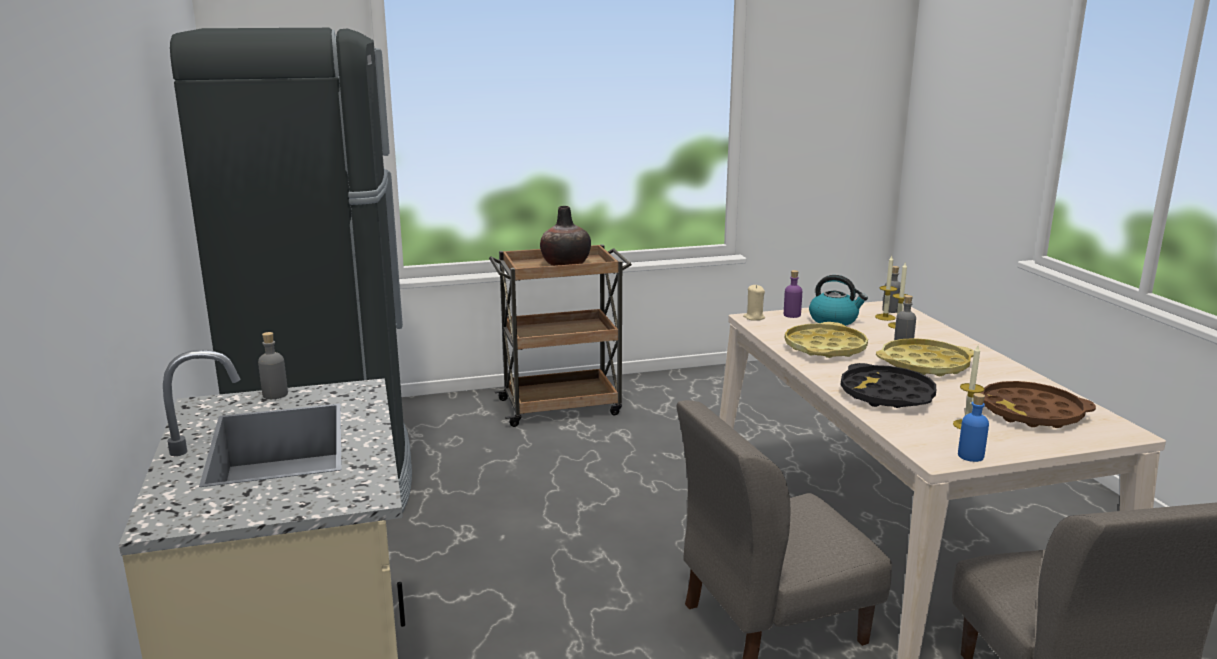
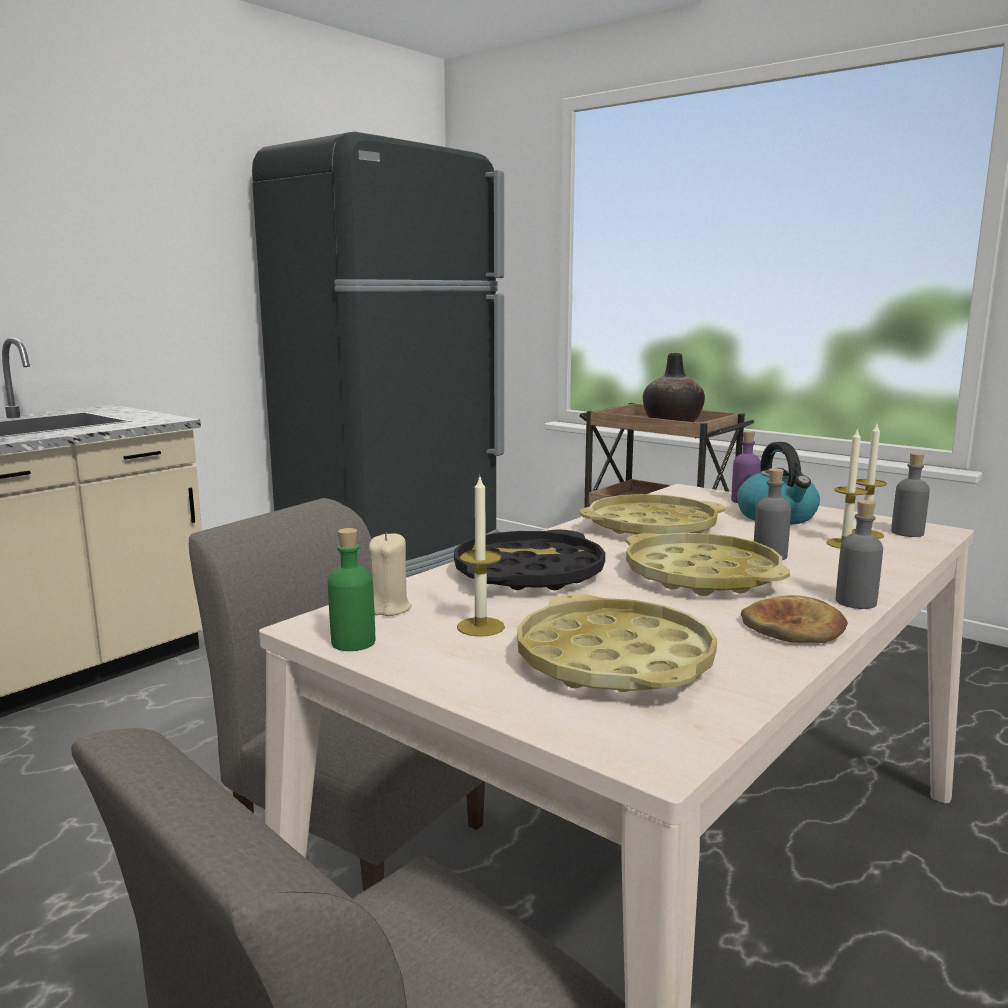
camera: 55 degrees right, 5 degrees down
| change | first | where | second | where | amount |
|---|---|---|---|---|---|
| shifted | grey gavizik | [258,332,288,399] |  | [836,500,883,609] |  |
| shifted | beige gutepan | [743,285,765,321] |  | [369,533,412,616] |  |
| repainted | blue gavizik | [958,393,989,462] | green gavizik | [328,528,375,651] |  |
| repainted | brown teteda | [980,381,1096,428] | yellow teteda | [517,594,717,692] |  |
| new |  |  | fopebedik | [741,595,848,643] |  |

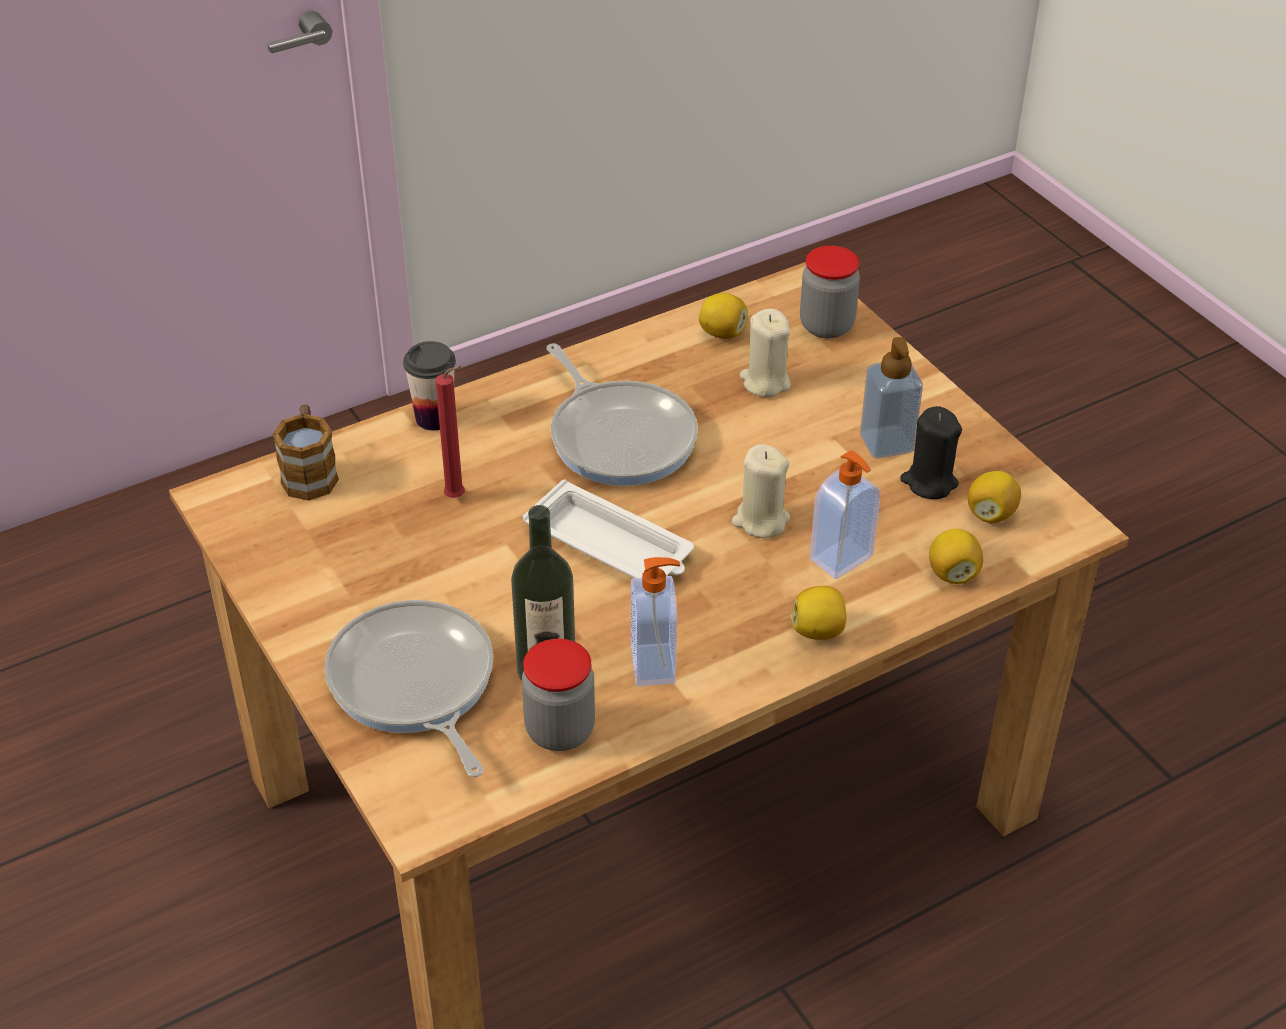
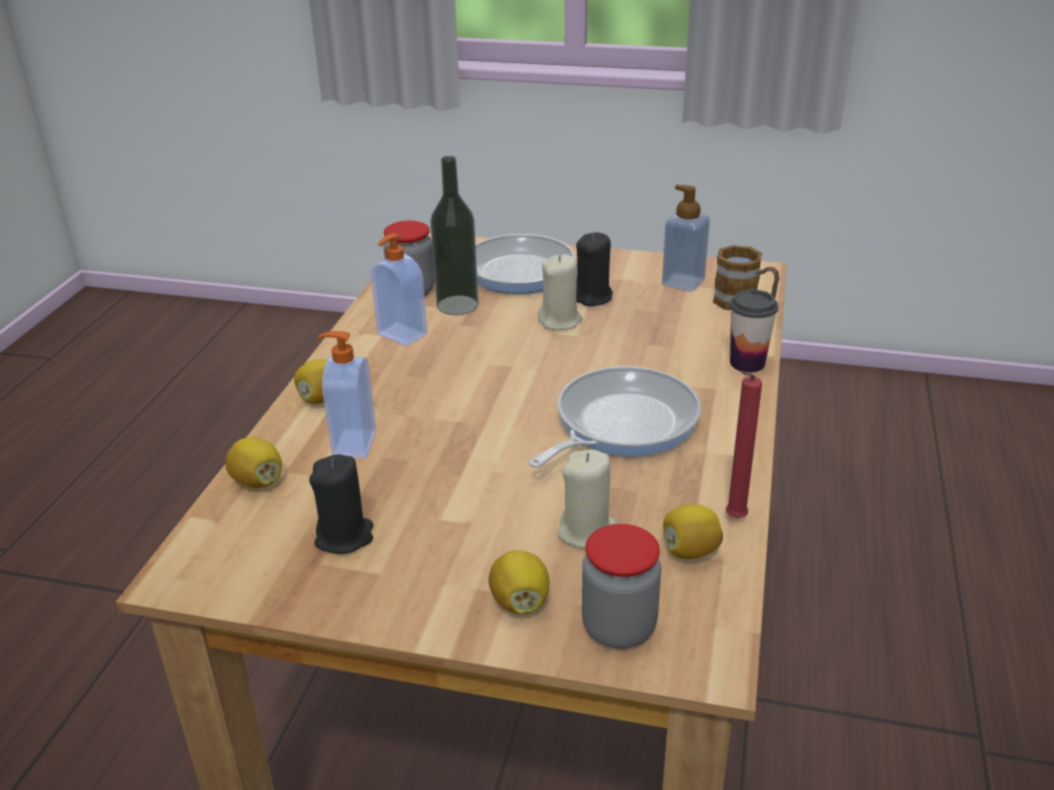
camera: 135 degrees right, 10 degrees down
| change | first | where | second | where | amount |
|---|---|---|---|---|---|
| shifted | red gutepan | [436,366,465,498] |  | [726,371,762,518] |  |
| gone | white teteda | [523,480,694,578] |  |  |  |
| rotated | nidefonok | [547,343,698,486] |  | [529,366,701,468] | 120 degrees clockwise |
| shifted | beige gutepan | [732,444,790,538] |  | [538,255,583,330] |  |
| shifted | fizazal | [860,337,923,459] |  | [662,185,710,291] |  |
| shifted | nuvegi | [968,471,1021,523] |  | [488,550,549,614] |  |
| new |  |  | black gutepan | [576,232,613,306] |  |

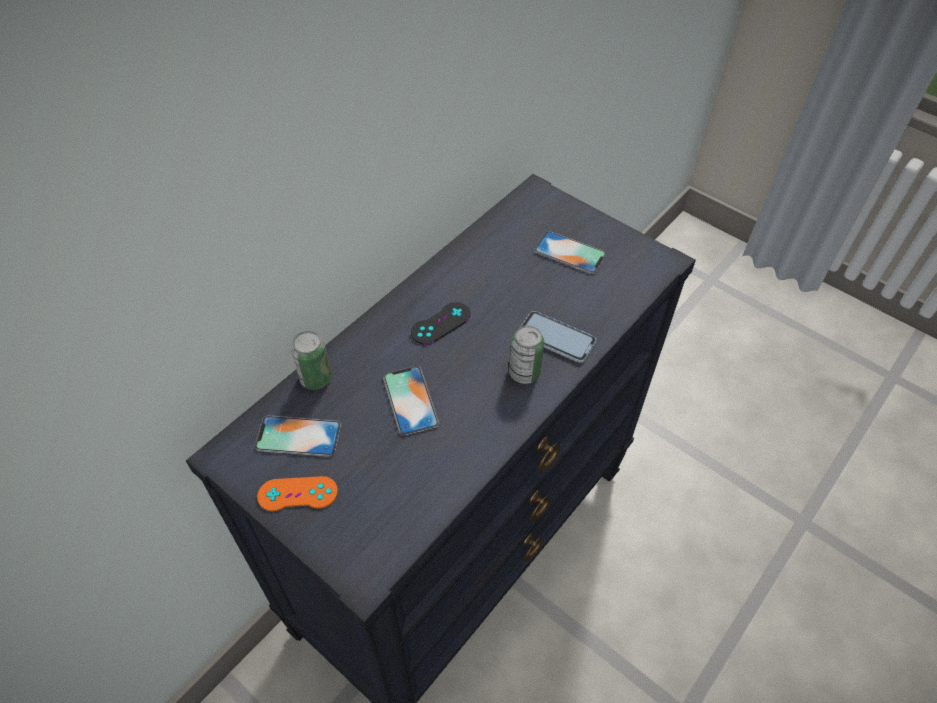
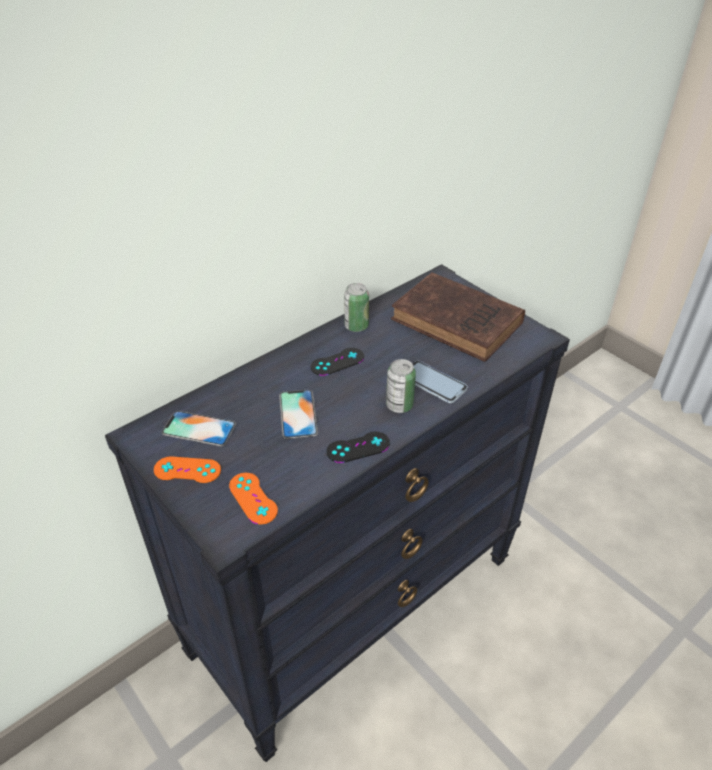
camera: 10 degrees right, 10 degrees down
| change | first | where | second | where | amount |
|---|---|---|---|---|---|
| shifted | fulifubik | [291,331,331,390] |  | [344,283,369,332] |  |
| swapped | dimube | [534,231,607,274] | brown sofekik | [391,272,525,362] |  |
| new |  |  | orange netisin | [229,473,278,525] |  |
| new |  |  | black netisin | [327,432,390,463] |  |

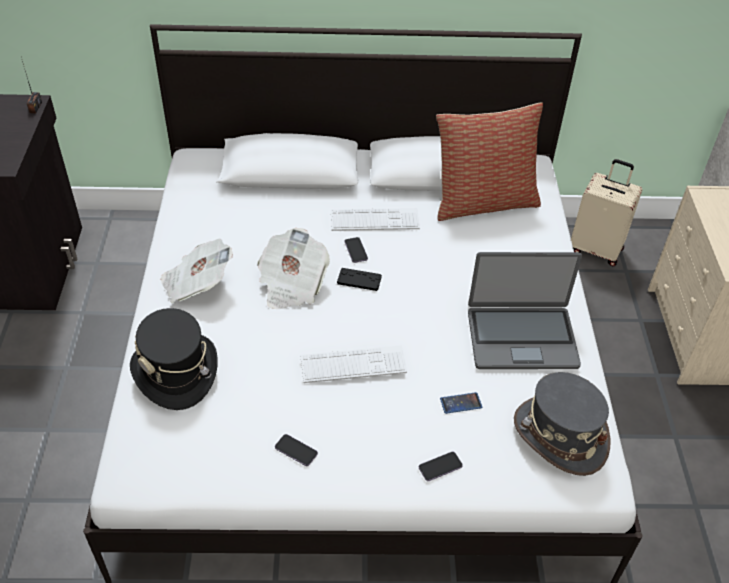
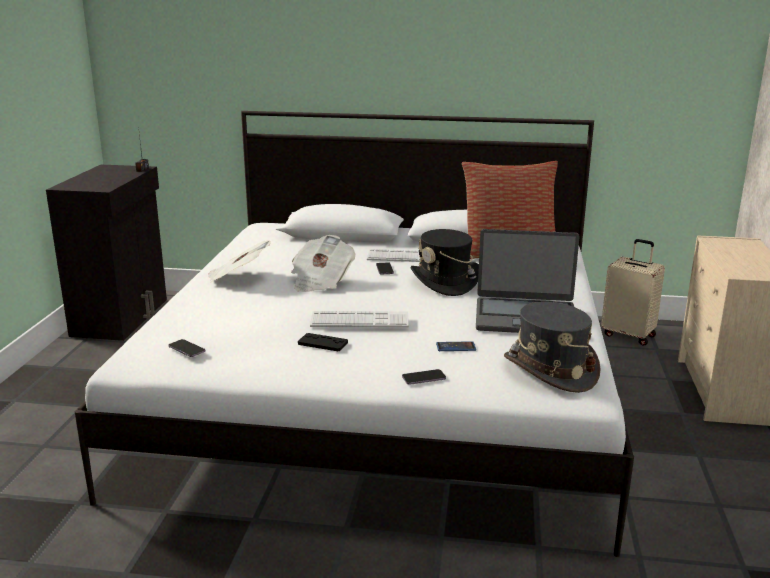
camera: 10 degrees right, 25 degrees down
| change | first | where | second | where | amount |
|---|---|---|---|---|---|
| shifted | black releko | [130,308,218,410] |  | [410,229,479,296] |  |
| shifted | dimube | [275,434,318,466] |  | [169,339,205,357] |  |
| shifted | black netisin | [337,268,382,291] |  | [298,333,348,351] |  |

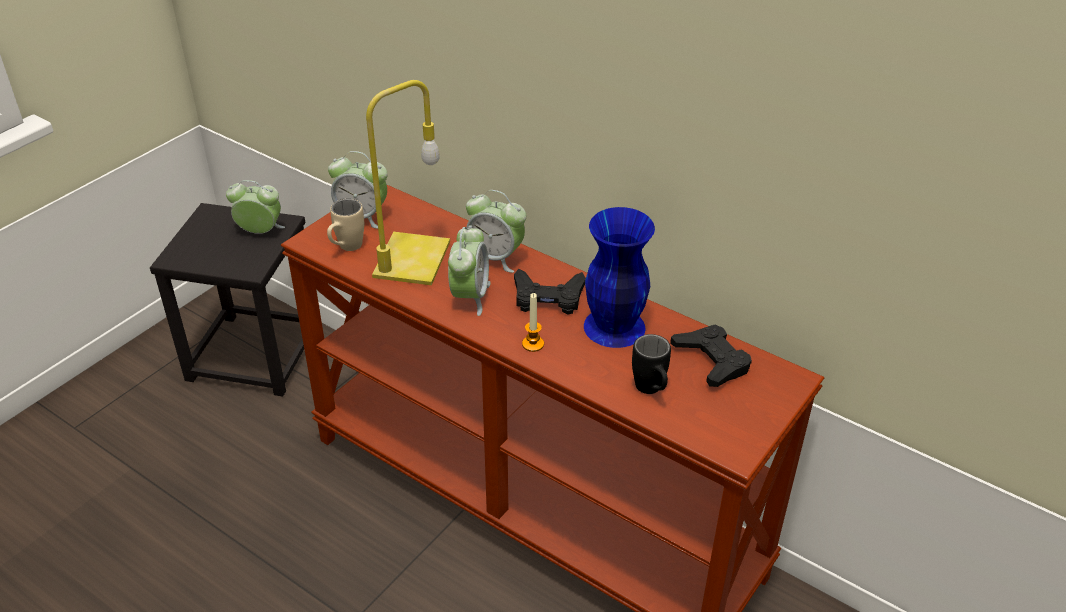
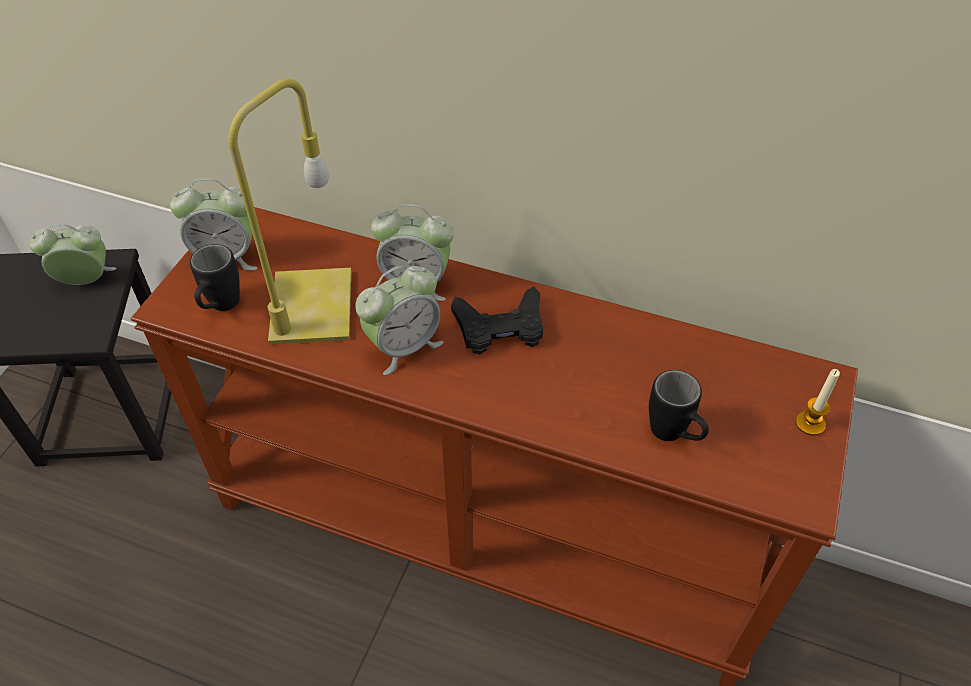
camera: 15 degrees left, 10 degrees up
| change | first | where | second | where | amount |
|---|---|---|---|---|---|
| repainted | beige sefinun | [327,199,364,251] | black sefinun | [190,244,240,311] |  |
| rotated | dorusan | [448,225,491,316] |  | [355,266,443,375] | 60 degrees clockwise |
| shifted | gutepan | [522,293,544,352] |  | [796,369,840,436] |  |
| gone | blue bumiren | [584,207,655,348] |  |  |  |
| gone | black netisin | [670,325,752,387] |  |  |  |

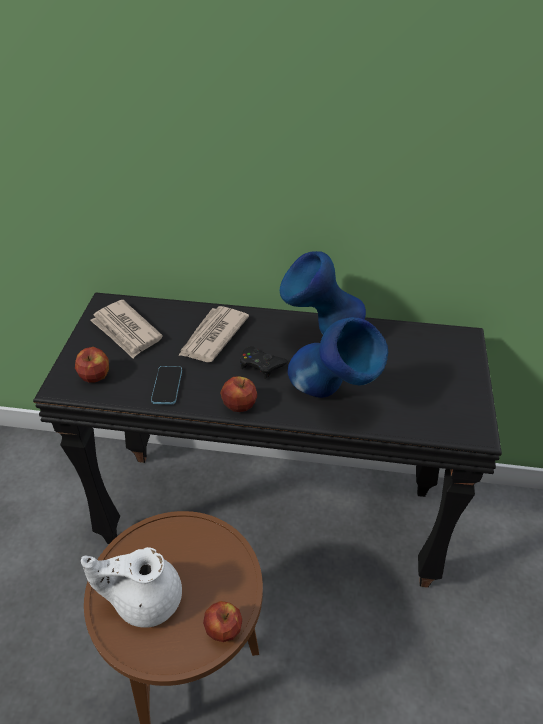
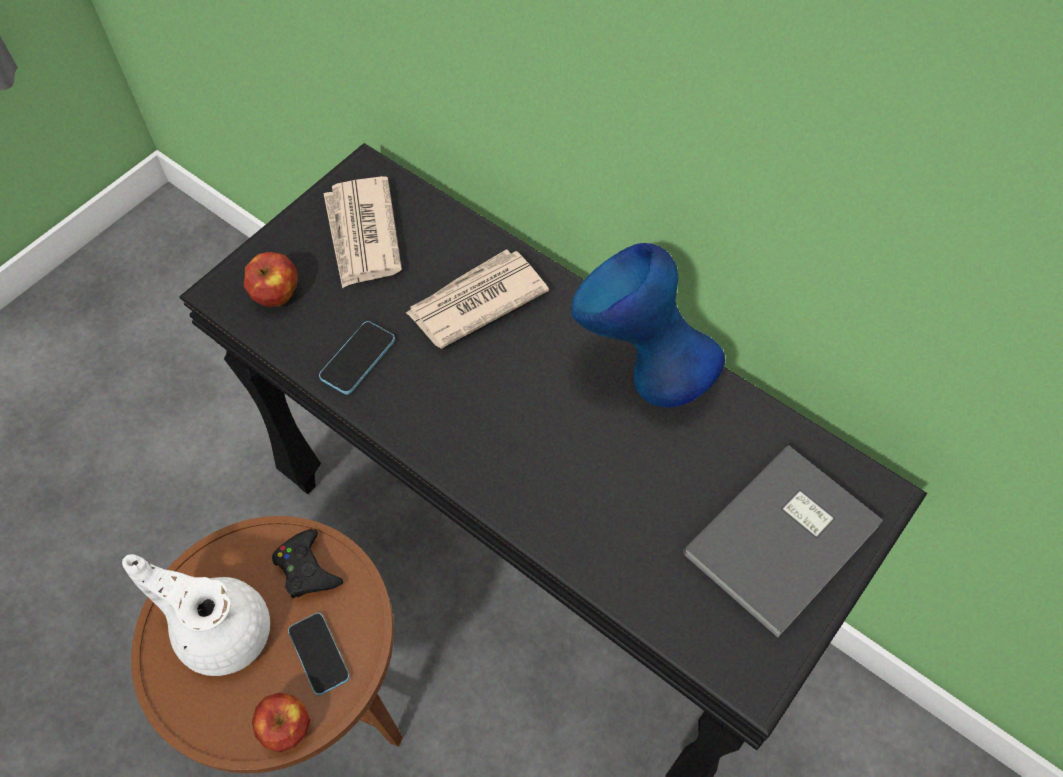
camera: 30 degrees right, 15 degrees up
| change | first | where | second | where | amount |
|---|---|---|---|---|---|
| gone | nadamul | [220,376,257,412] |  |  |  |
| shifted | black netisin | [240,346,288,379] |  | [272,529,343,598] |  |
| gone | blue bumiren | [288,317,388,398] |  |  |  |
| new |  |  | dimube | [288,613,350,695] |  |
| new |  |  | grey sofekik | [682,445,883,638] |  |

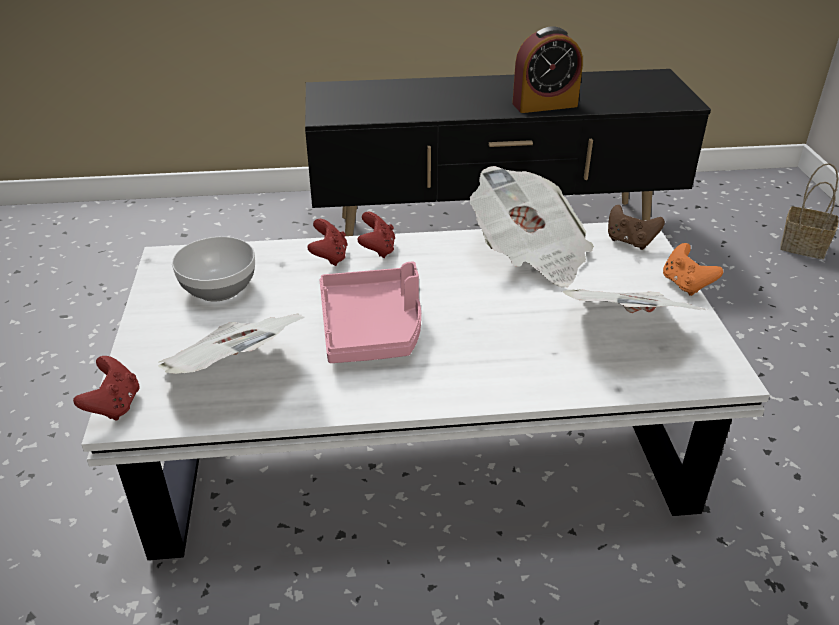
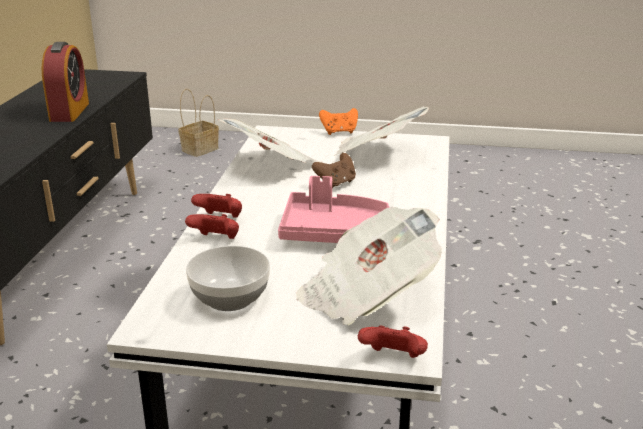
camera: 75 degrees left, 10 degrees down
| change | first | where | second | where | amount |
|---|---|---|---|---|---|
| shifted | brown netisin | [608,205,665,250] |  | [312,153,356,188] |  |

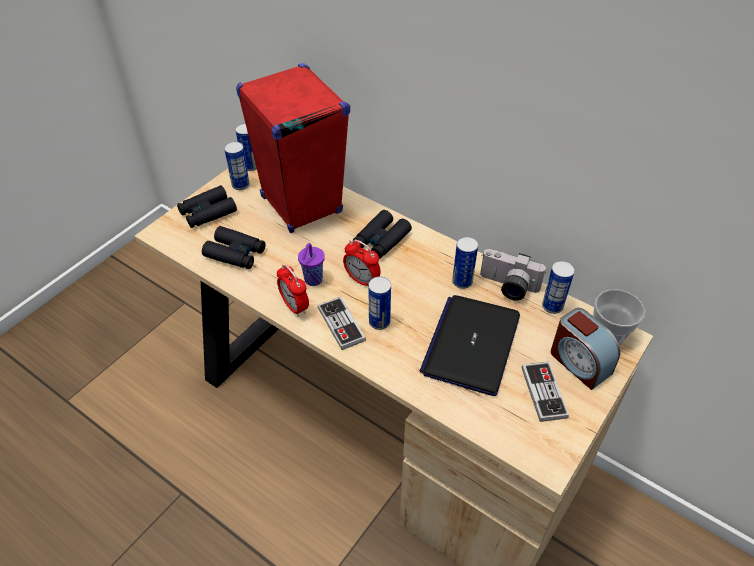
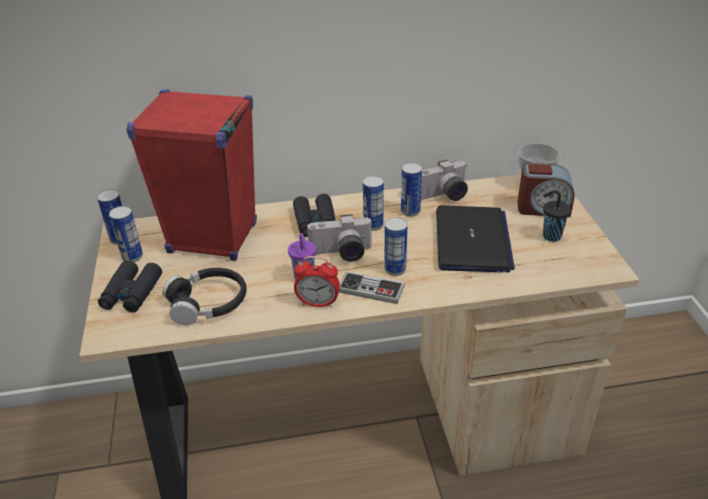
camera: 45 degrees left, 10 degrees down
| change | first | where | second | where | amount |
|---|---|---|---|---|---|
| swapped | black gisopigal | [202,226,266,269] | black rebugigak | [163,268,247,325] |  |
| swapped | dorusan | [343,239,381,286] | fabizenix | [307,215,373,262] |  |
| rotated | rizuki | [420,295,520,396] |  | [436,205,515,273] | 150 degrees counterclockwise |
| swapped | netisin | [522,362,569,422] | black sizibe | [543,190,571,242] |  |
| shifted | fulifubik | [542,261,575,314] |  | [363,176,384,231] |  |

